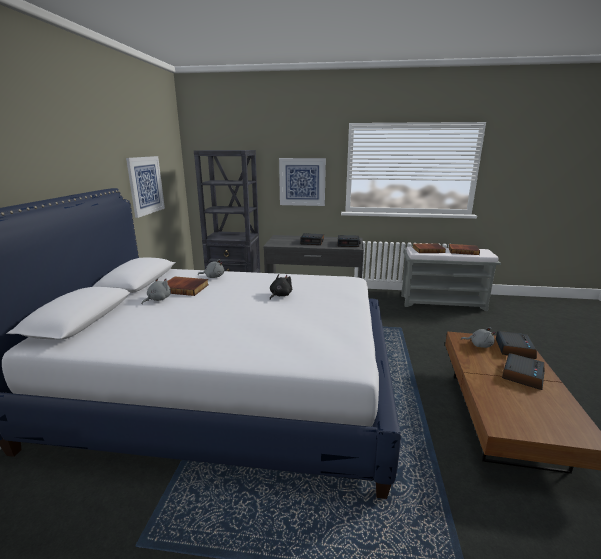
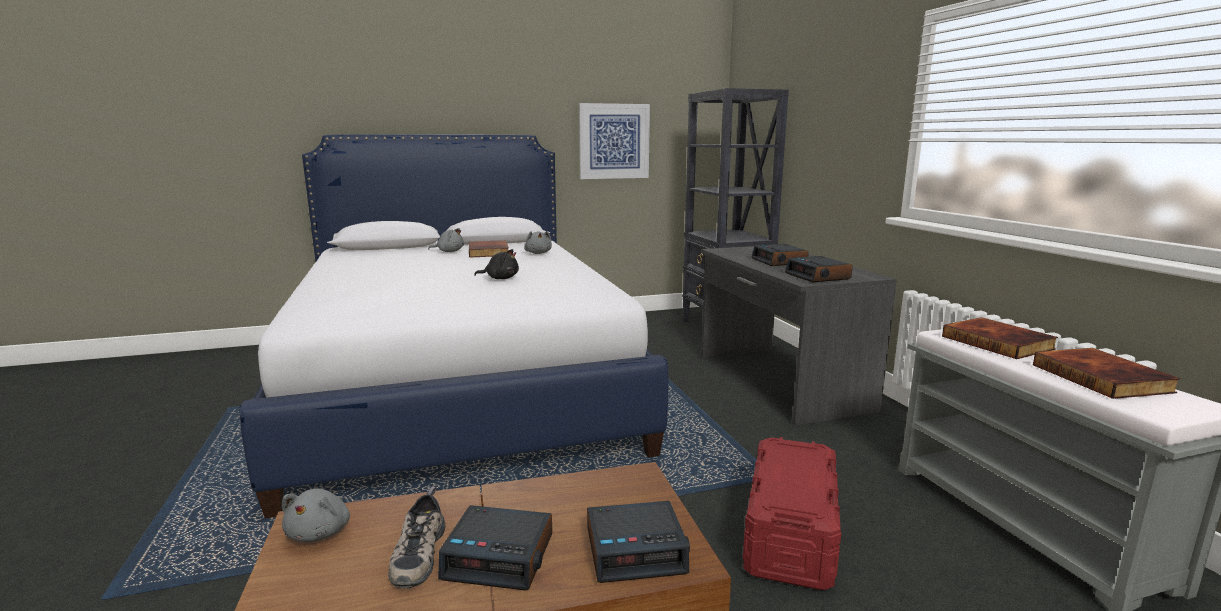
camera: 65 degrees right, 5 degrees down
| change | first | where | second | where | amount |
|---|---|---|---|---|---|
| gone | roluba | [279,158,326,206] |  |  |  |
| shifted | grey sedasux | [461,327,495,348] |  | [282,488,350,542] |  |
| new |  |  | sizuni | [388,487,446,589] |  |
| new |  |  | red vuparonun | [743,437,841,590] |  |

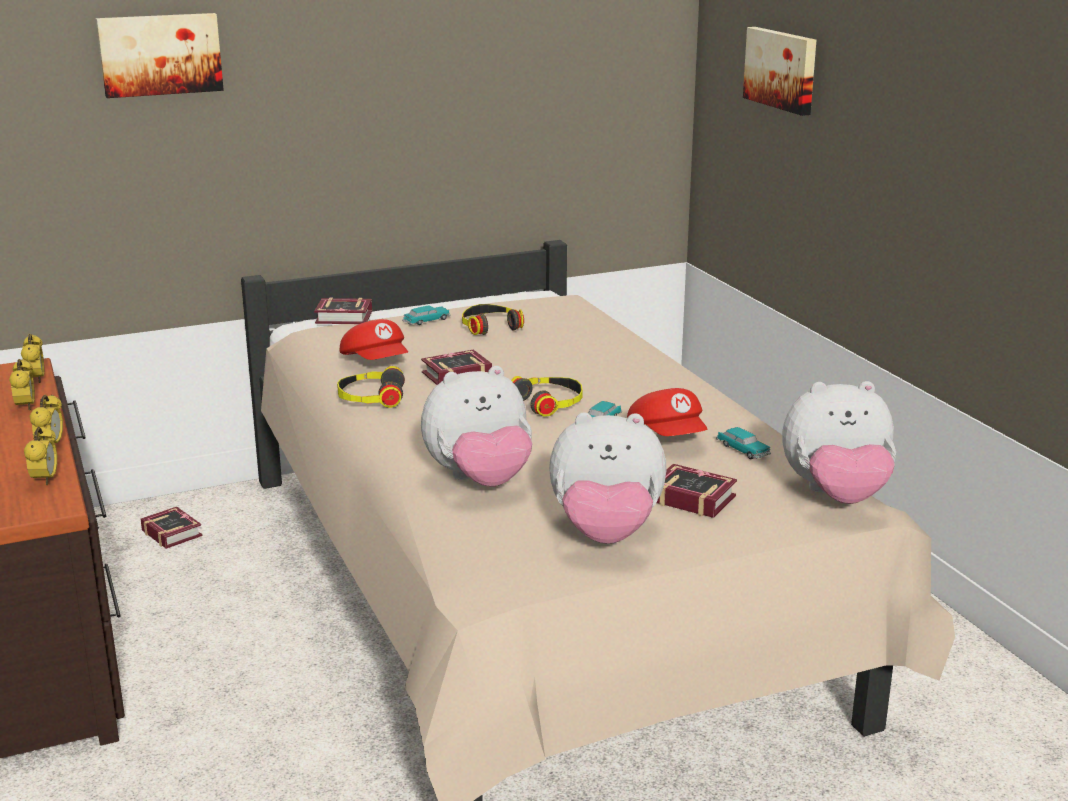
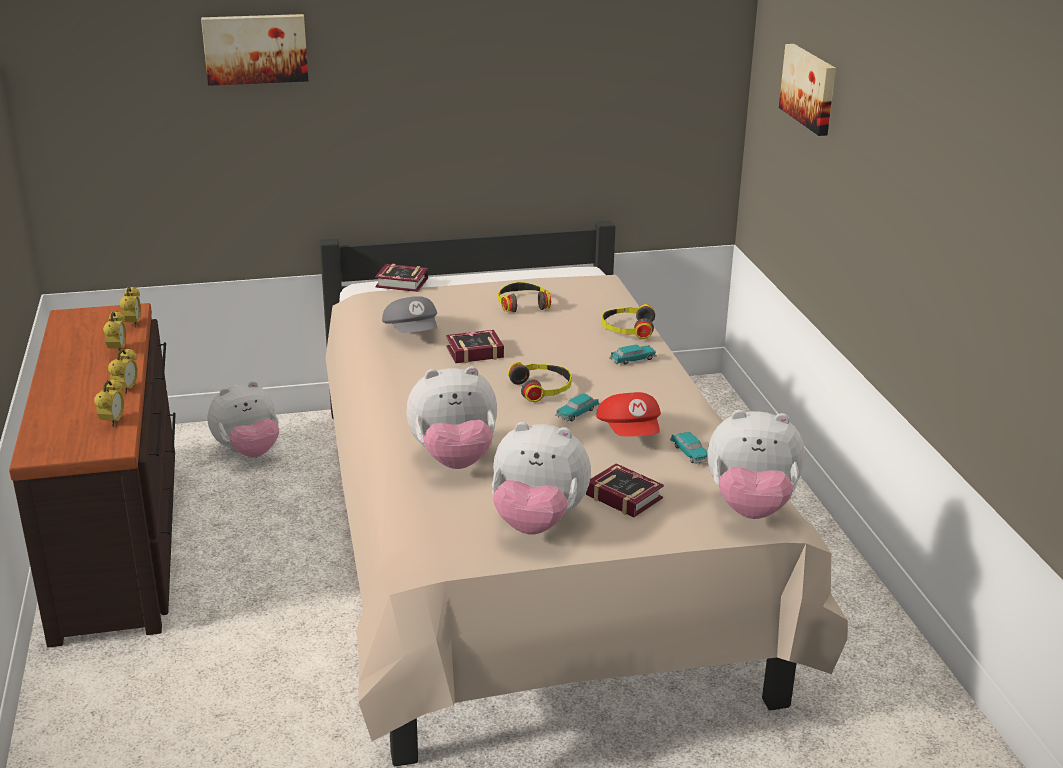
camera: 10 degrees right, 5 degrees up
| change | first | where | second | where | amount |
|---|---|---|---|---|---|
| swapped | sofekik | [141,506,203,549] | sedasux | [208,381,279,457] |  |
| shifted | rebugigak | [337,366,405,408] |  | [602,304,655,339] |  |
| repainted | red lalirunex | [340,319,408,360] | grey lalirunex | [382,296,437,333] |  |
| shifted | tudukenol | [402,306,451,325] |  | [609,345,657,365] |  |

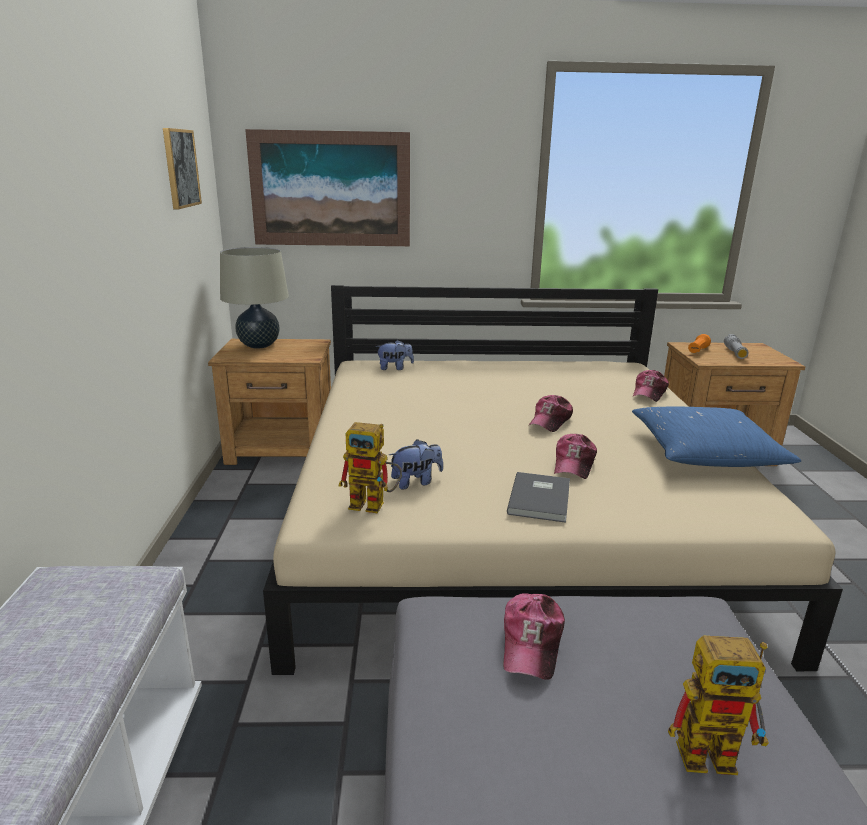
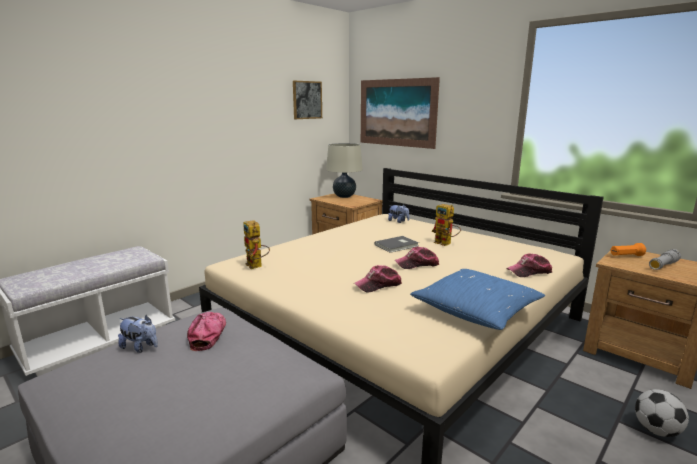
camera: 45 degrees right, 5 degrees down
| change | first | where | second | where | amount |
|---|---|---|---|---|---|
| shifted | sedasux | [389,439,443,490] |  | [118,315,158,353] |  |
| rotated | lalirunex | [503,593,565,680] |  | [187,312,226,351] | 120 degrees clockwise |
| shifted | grey sofekik | [507,472,570,523] |  | [375,236,419,253] |  |
| shifted | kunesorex | [668,636,769,775] |  | [432,204,461,246] |  |
| new |  |  | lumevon | [635,389,689,437] |  |

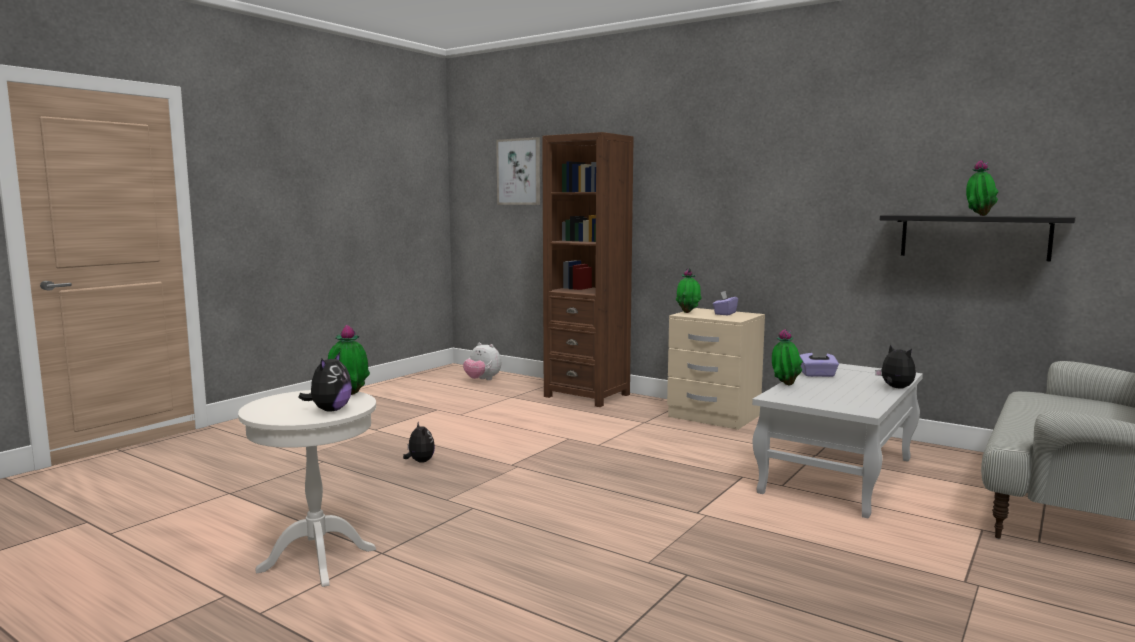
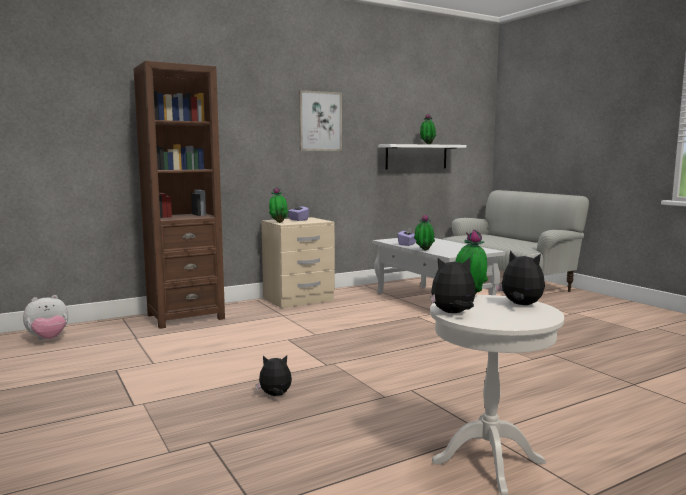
camera: 65 degrees left, 0 degrees up
| change | first | where | second | where | amount |
|---|---|---|---|---|---|
| shifted | roluba | [496,137,540,205] |  | [299,90,342,151] |  |
| shifted | sedasux | [875,344,916,389] |  | [431,258,476,313] |  |
| repainted | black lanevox | [880,215,1076,261] | white lanevox | [378,144,466,169] |  |

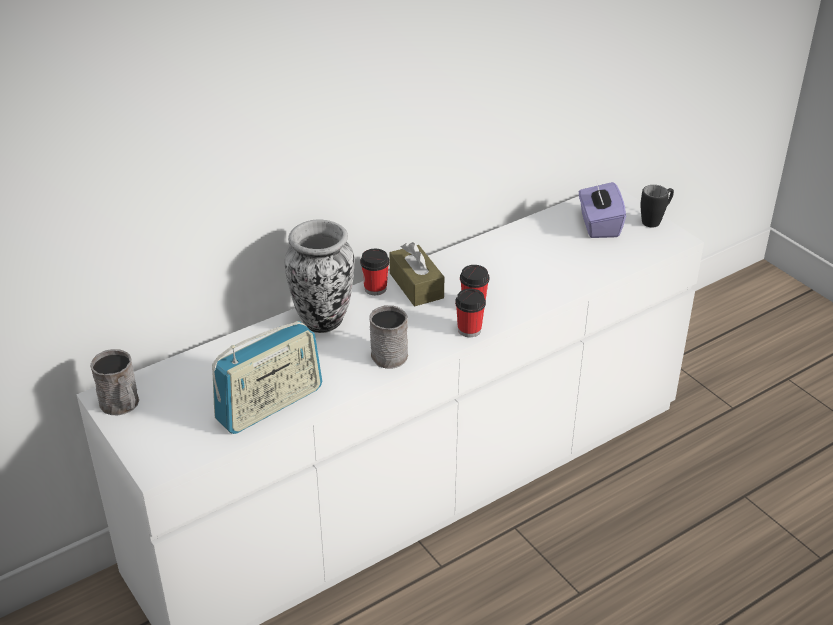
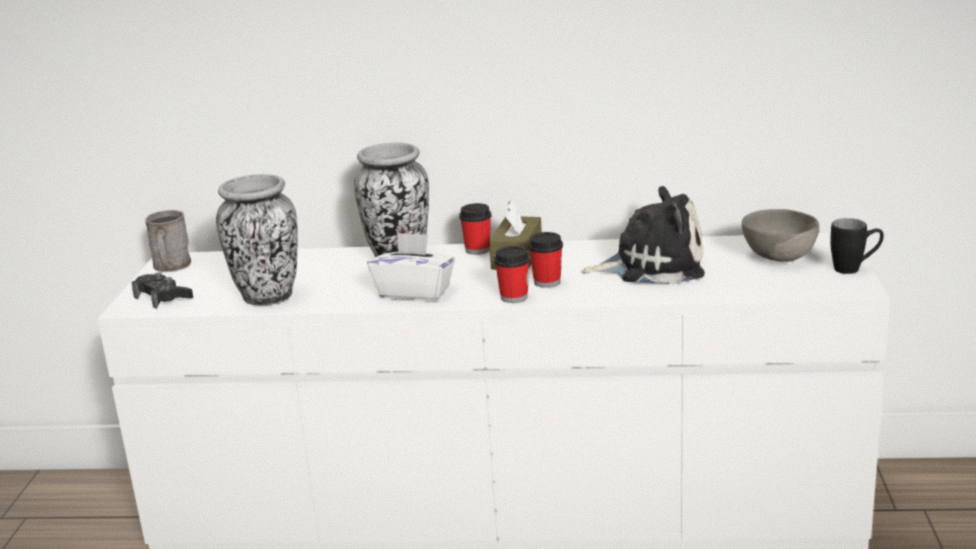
camera: 40 degrees right, 15 degrees down
| change | first | where | second | where | amount |
|---|---|---|---|---|---|
| swapped | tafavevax | [212,321,322,434] | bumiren | [216,174,298,305] |  |
| swapped | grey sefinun | [370,305,408,369] | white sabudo | [368,232,455,301] |  |
| swapped | purple sabudo | [579,180,626,238] | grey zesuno | [742,209,819,262] |  |
| new |  |  | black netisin | [132,272,193,309] |  |
| new |  |  | sedasux | [581,186,705,285] |  |

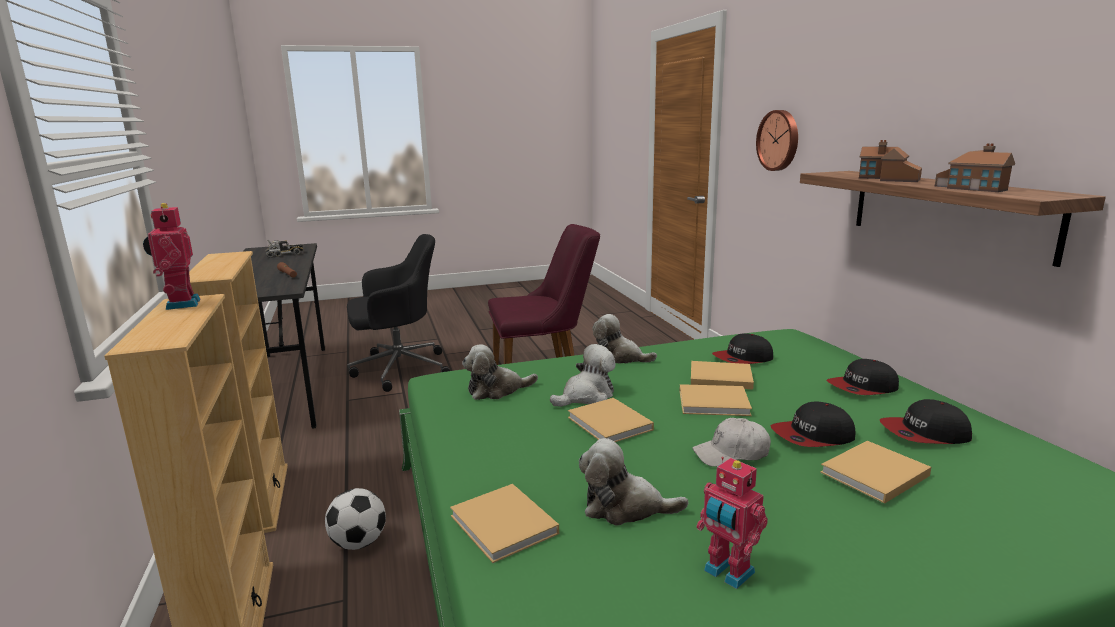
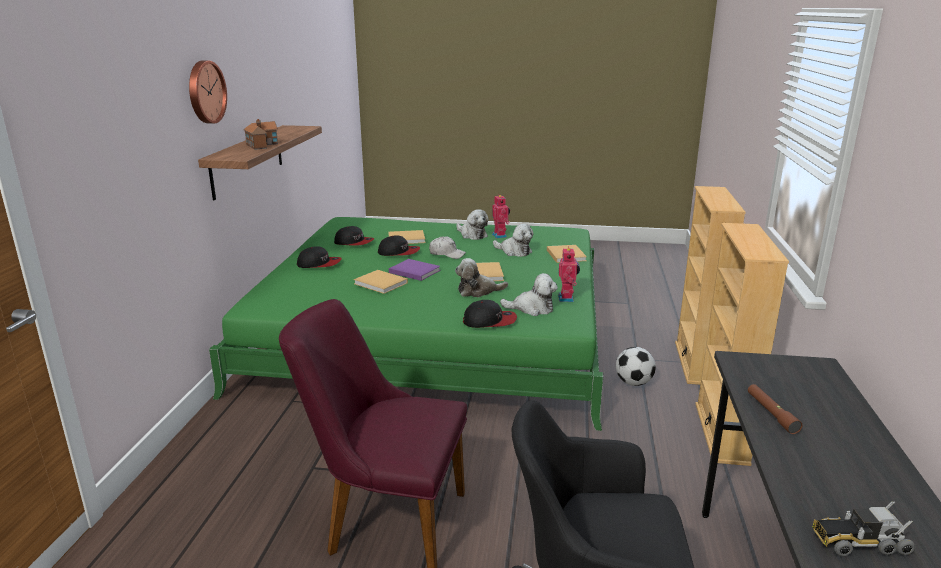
camera: 155 degrees left, 5 degrees up
| change | first | where | second | where | amount |
|---|---|---|---|---|---|
| shifted | kunesorex | [143,203,200,310] |  | [558,246,580,302] |  |
| shifted | sedasux | [593,314,657,364] |  | [456,209,489,240] |  |
| repainted | beige sofekik | [679,384,752,416] | purple sofekik | [389,259,440,281] |  |
| shifted | lalirunex | [712,333,773,364] |  | [463,300,517,328] |  |
| shifted | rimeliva | [756,110,798,171] |  | [189,61,227,124] |  |
| gone | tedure | [934,143,1015,192] |  |  |  |

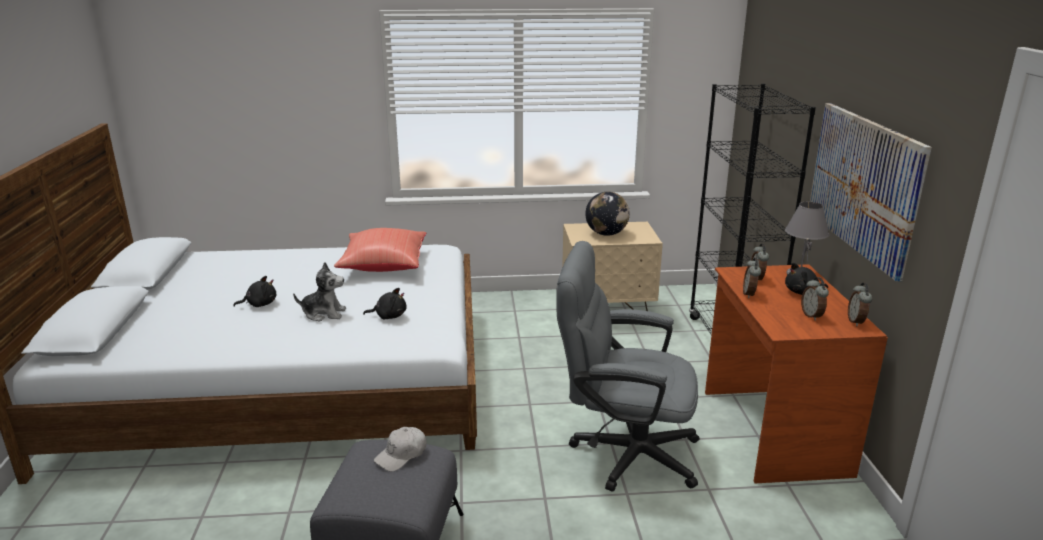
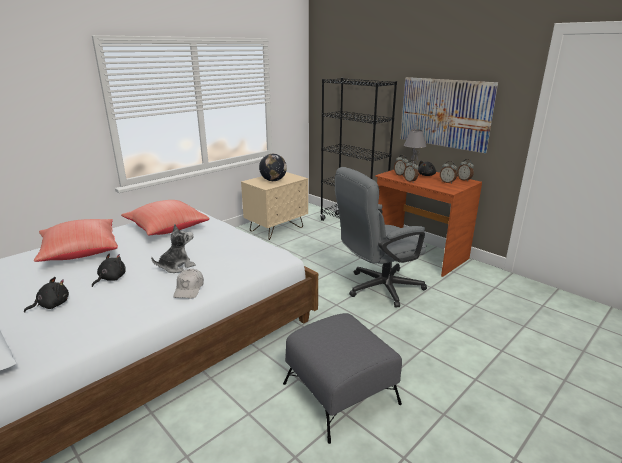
camera: 40 degrees left, 0 degrees up
| change | first | where | second | where | amount |
|---|---|---|---|---|---|
| shifted | black sedasux | [363,288,407,319] |  | [24,277,69,313] |  |
| shifted | white lalirunex | [374,427,426,472] |  | [173,269,204,299] |  |
| new |  |  | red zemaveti | [34,219,118,262] |  |

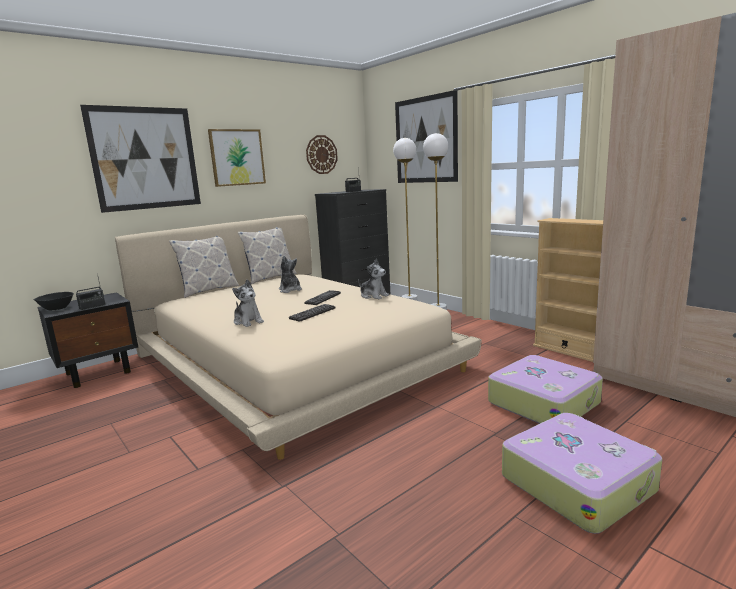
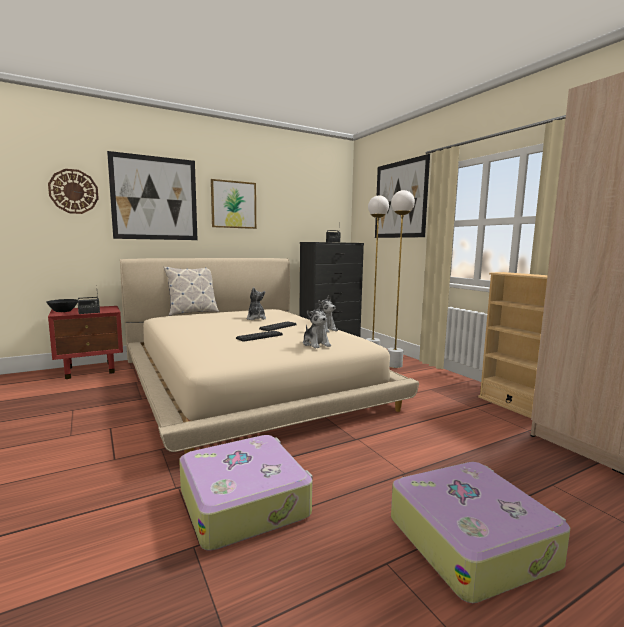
camera: 10 degrees right, 5 degrees down
| change | first | where | second | where | amount |
|---|---|---|---|---|---|
| repainted | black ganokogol | [37,292,138,388] | red ganokogol | [48,306,123,379] |  |
| shifted | sedasux | [232,279,264,327] |  | [303,304,331,348] |  |
| gone | zemaveti | [238,227,296,284] |  |  |  |
| shifted | rimeliva | [306,135,338,174] |  | [48,169,99,214] |  |
| shifted | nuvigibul | [488,355,603,424] |  | [179,435,313,551] |  |

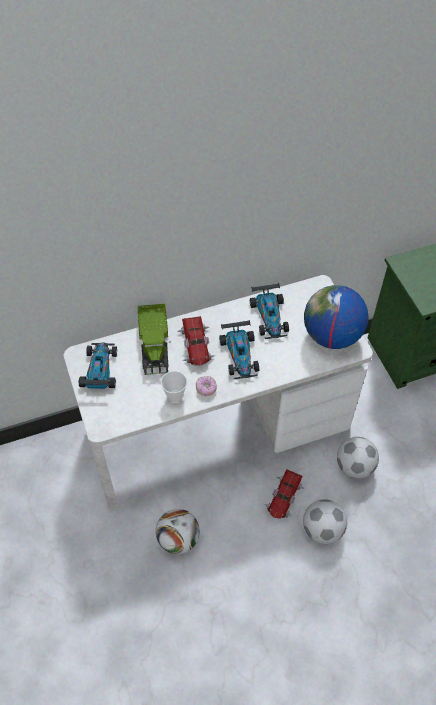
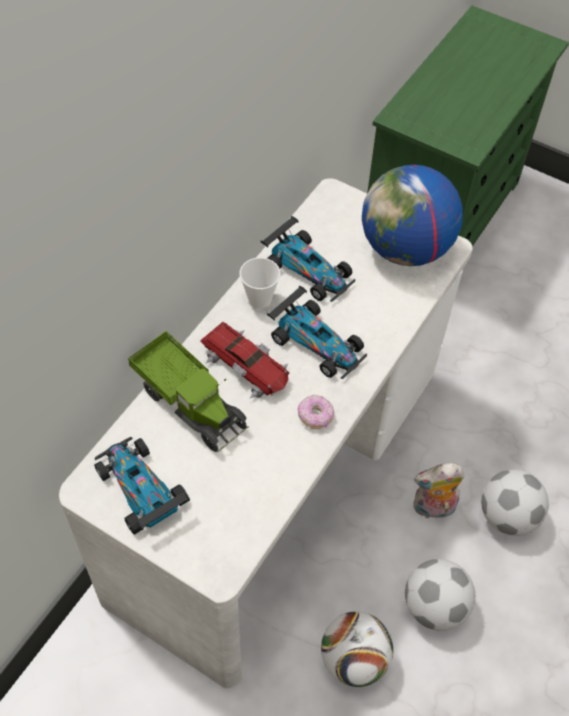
camera: 40 degrees left, 0 degrees up
| change | first | where | second | where | amount |
|---|---|---|---|---|---|
| shifted | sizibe | [161,371,187,403] |  | [239,258,281,308] |  |
| swapped | tudukenol | [264,469,304,519] | sedasux | [413,463,465,518] |  |
| shifted | lumevon | [337,437,379,479] |  | [405,559,475,631] |  |

